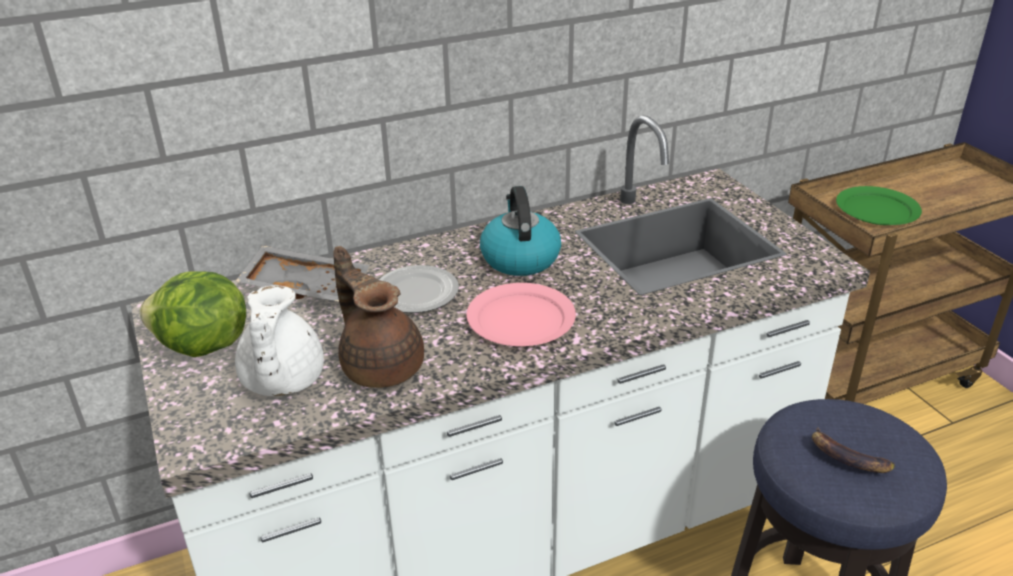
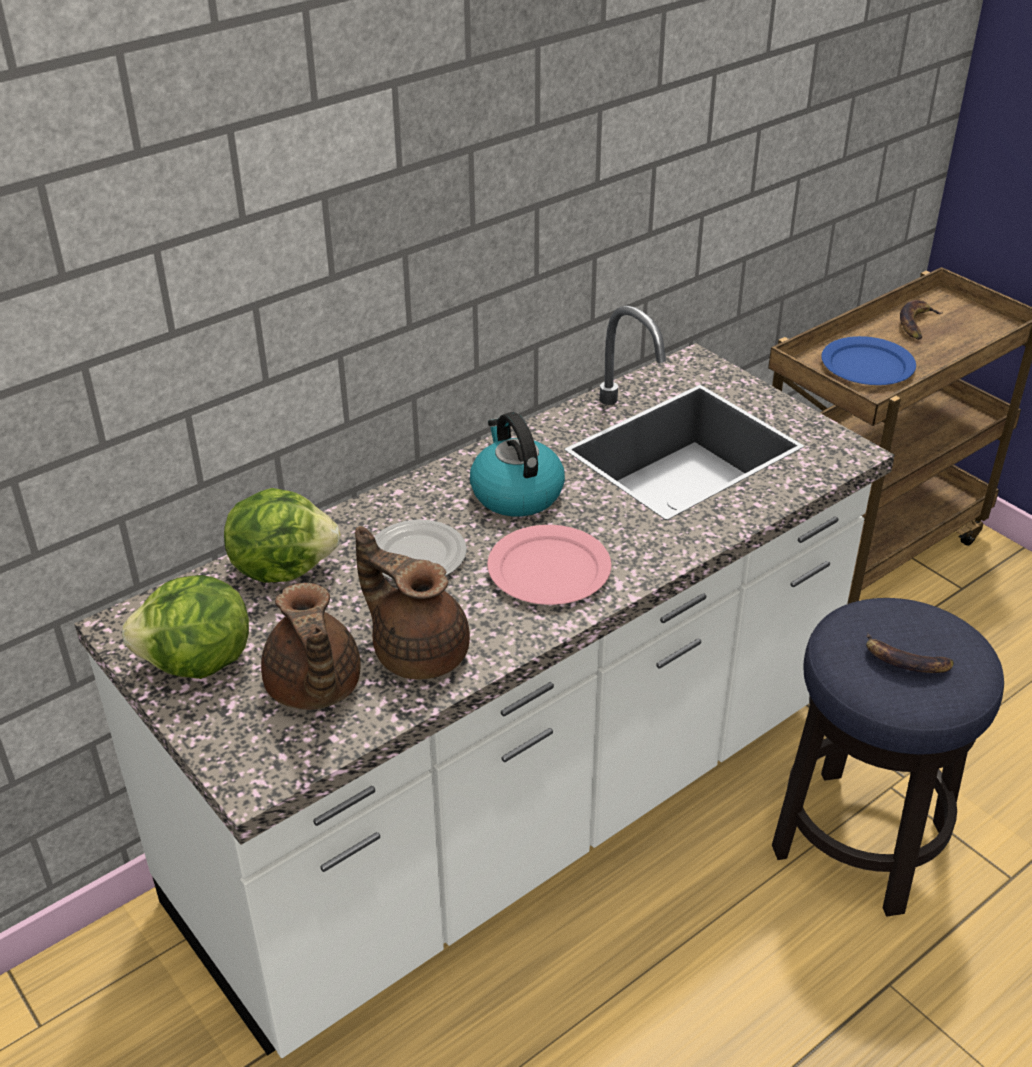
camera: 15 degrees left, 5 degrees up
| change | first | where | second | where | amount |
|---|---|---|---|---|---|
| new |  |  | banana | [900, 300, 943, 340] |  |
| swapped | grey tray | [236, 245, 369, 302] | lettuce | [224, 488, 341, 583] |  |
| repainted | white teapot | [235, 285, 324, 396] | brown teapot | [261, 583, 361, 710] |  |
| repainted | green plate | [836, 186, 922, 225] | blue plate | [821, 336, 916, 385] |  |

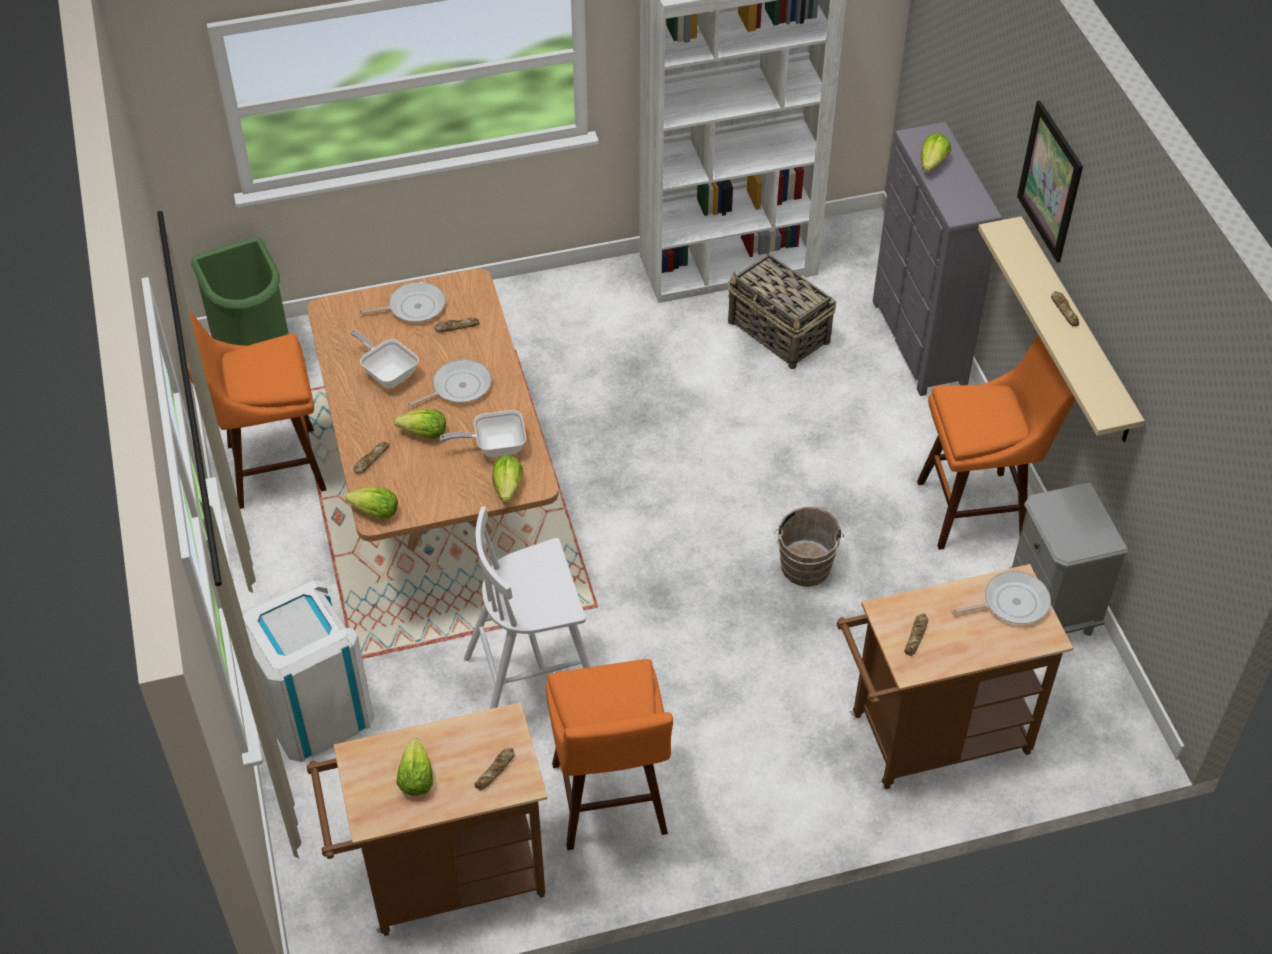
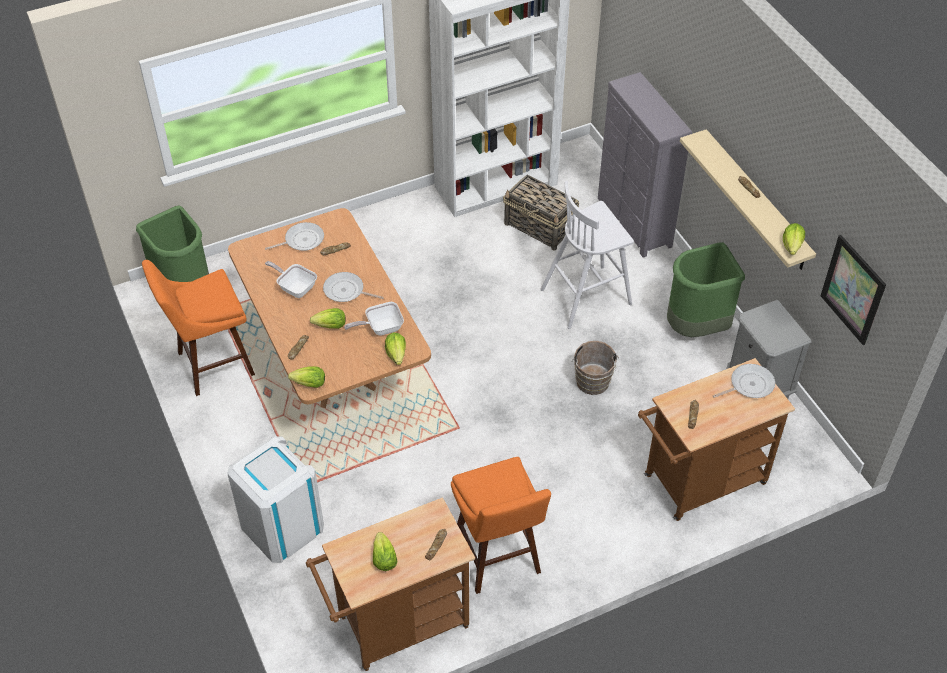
camera: 10 degrees left, 0 degrees up
| change | first | where | second | where | amount |
|---|---|---|---|---|---|
| shifted | white stool | [464, 507, 590, 709] |  | [540, 181, 634, 329] |  |
| shifted | lettuce | [920, 133, 951, 172] |  | [783, 223, 805, 255] |  |
| shifted | picture | [1017, 100, 1083, 263] |  | [821, 235, 886, 345] |  |
| swapped | orange stool | [917, 335, 1075, 550] | green trash can | [667, 242, 745, 337] |  |
| rotated | frying pan | [406, 359, 491, 407] |  | [323, 272, 384, 302] | 120 degrees counterclockwise |

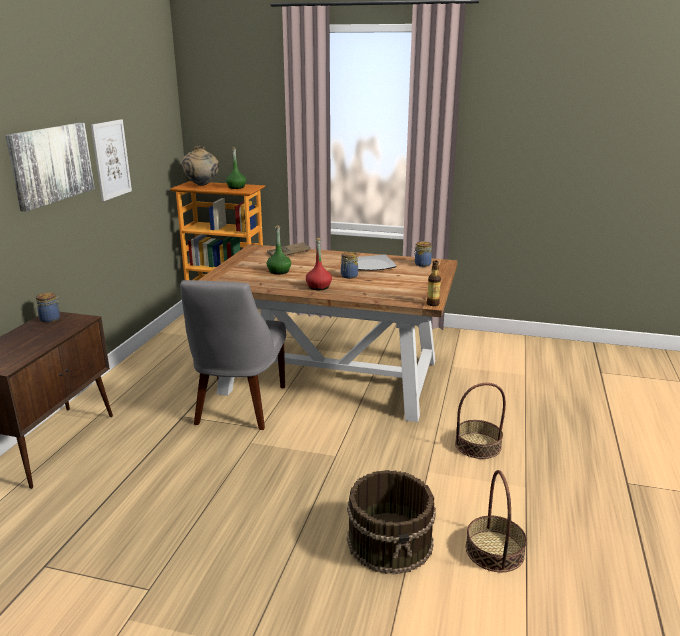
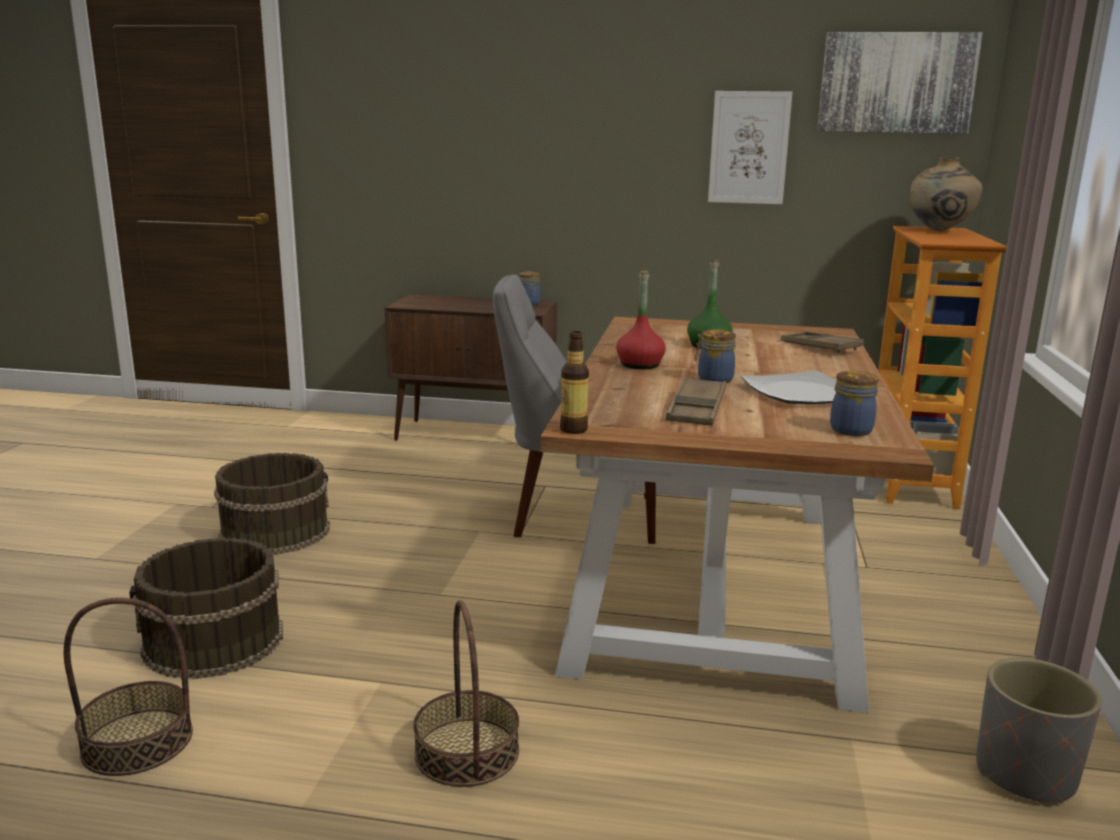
camera: 85 degrees right, 5 degrees down
| change | first | where | second | where | amount |
|---|---|---|---|---|---|
| gone | green bottle | [226, 148, 246, 189] |  |  |  |
| new |  |  | brown bucket | [214, 453, 330, 555] |  |
| new |  |  | brown tray | [666, 377, 726, 426] |  |
| new |  |  | grey planter | [976, 658, 1102, 806] |  |
| shifted | picture | [5, 123, 95, 212] |  | [817, 32, 983, 134] |  |

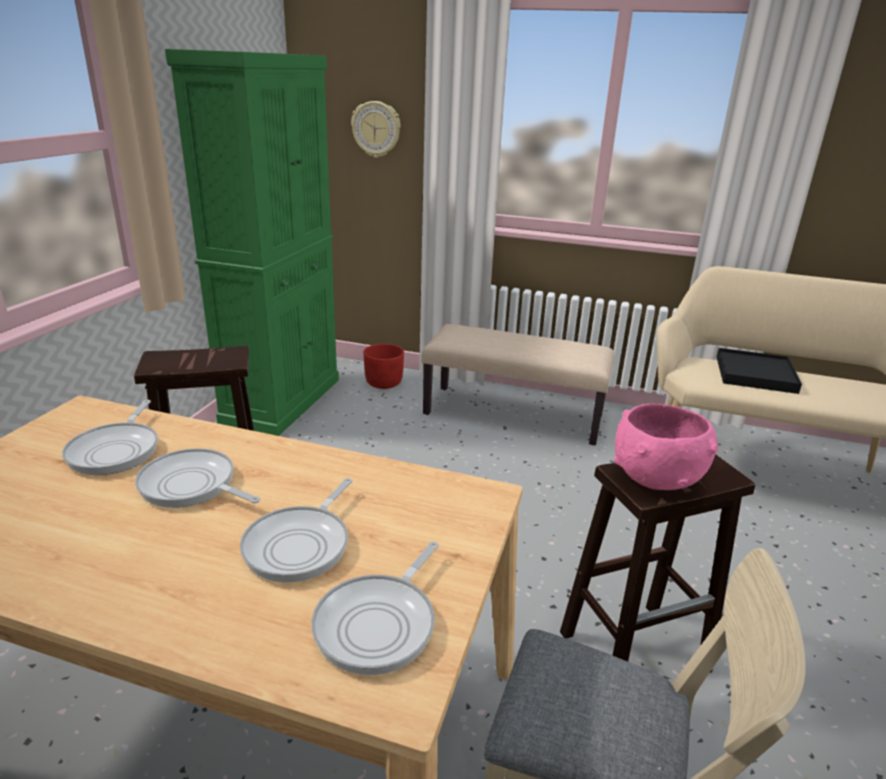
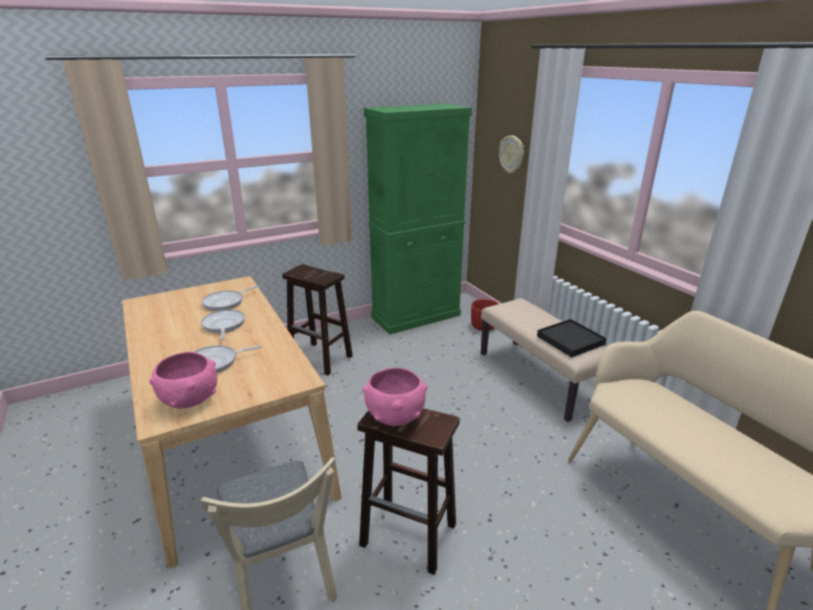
camera: 45 degrees right, 0 degrees up
| change | first | where | second | where | amount |
|---|---|---|---|---|---|
| shifted | black tray | [716, 348, 802, 394] |  | [537, 319, 607, 357] |  |
| swapped | frying pan | [311, 542, 439, 675] | pink bowl | [149, 352, 217, 409] |  |

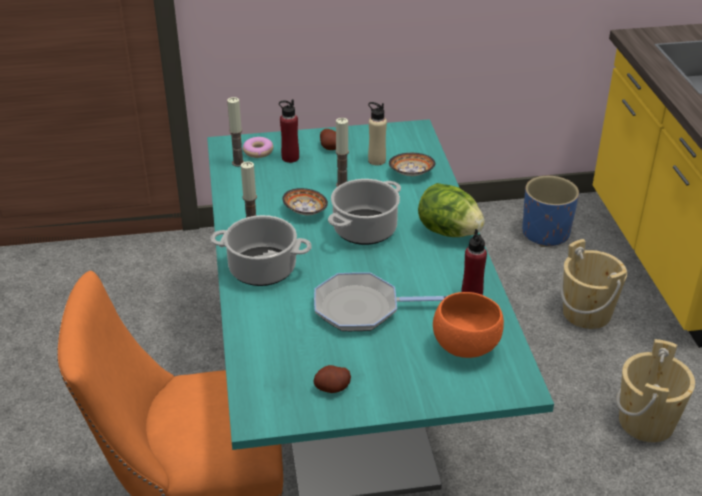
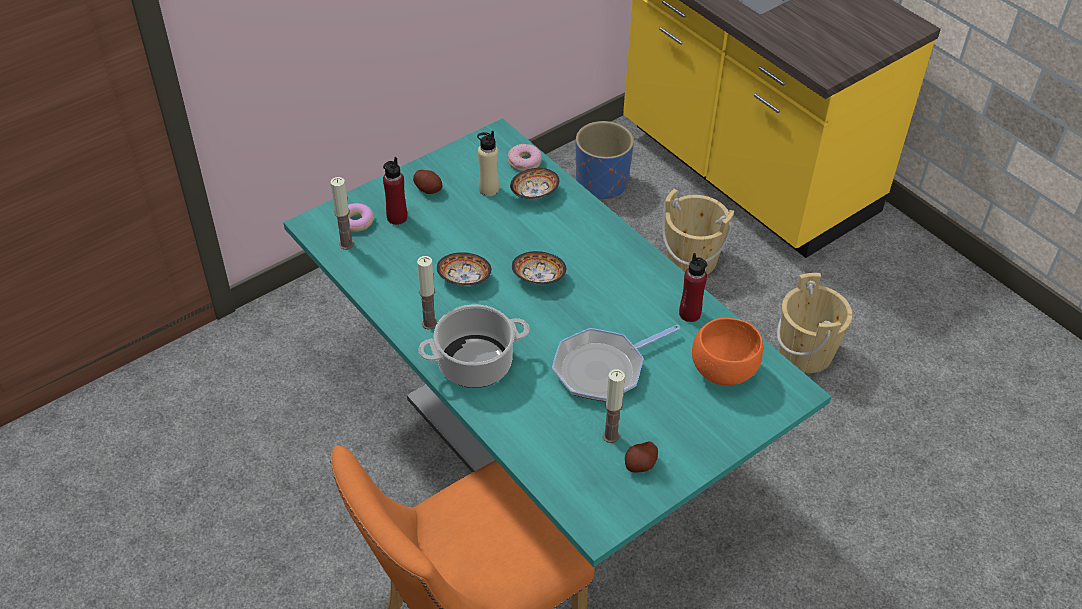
camera: 30 degrees left, 10 degrees up
| change | first | where | second | where | amount |
|---|---|---|---|---|---|
| gone | lettuce | [418, 183, 485, 237] |  |  |  |
| new |  |  | donut | [508, 144, 541, 171] |  |
| shifted | candle | [335, 118, 349, 187] |  | [603, 369, 625, 443] |  |
| swapped | cooking pot | [328, 179, 401, 245] | bowl | [512, 251, 567, 285] |  |

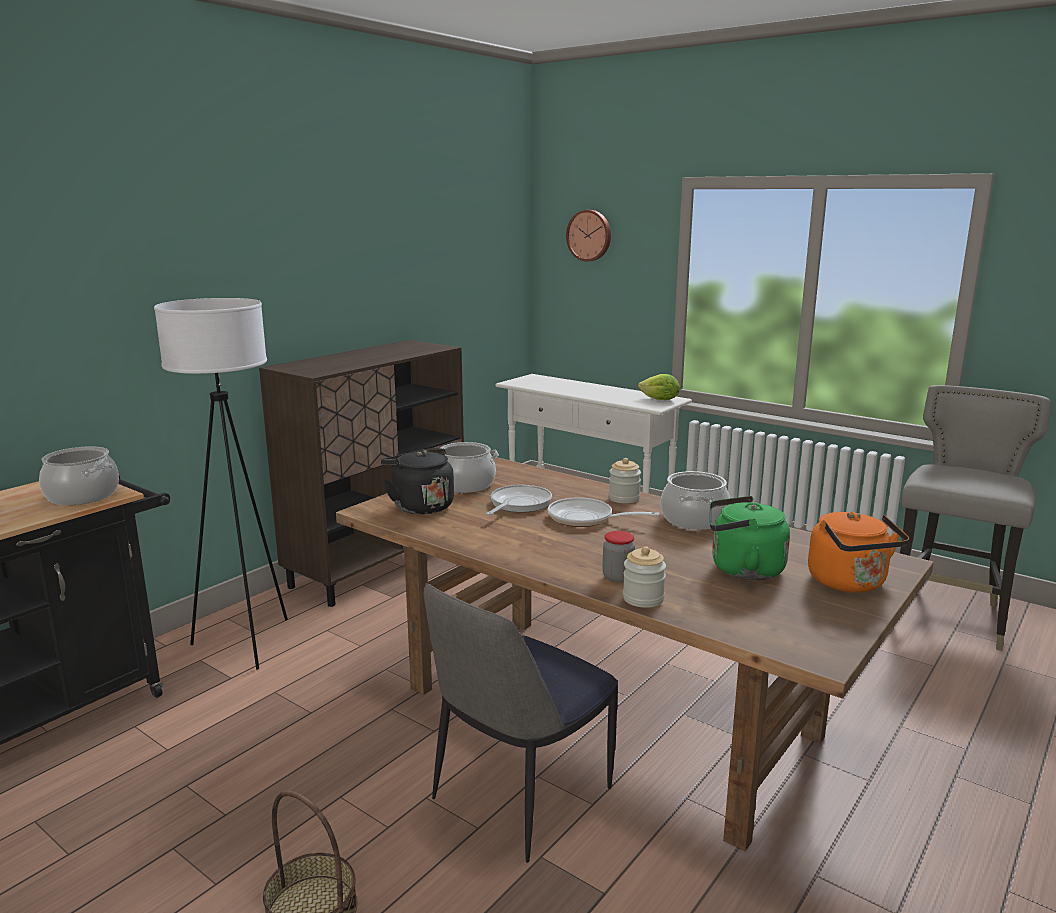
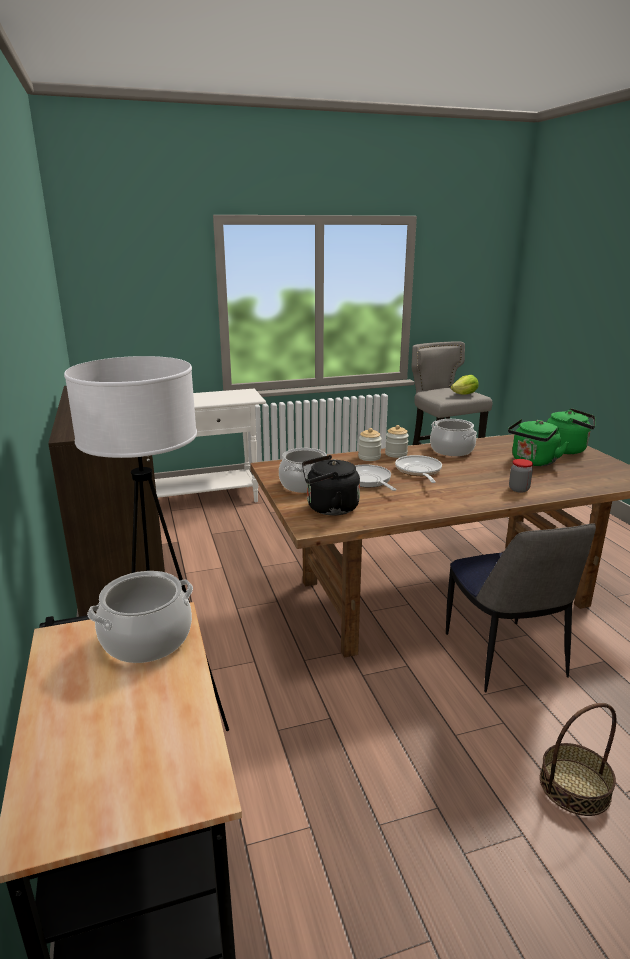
camera: 55 degrees left, 5 degrees up
| change | first | where | second | where | amount |
|---|---|---|---|---|---|
| gone | wall clock | [566, 210, 611, 261] |  |  |  |
| shifted | jar | [623, 546, 666, 608] |  | [358, 428, 382, 461] |  |
| shifted | lettuce | [638, 374, 680, 400] |  | [451, 375, 479, 395] |  |
| repainted | orange kettle | [808, 512, 909, 593] | green kettle | [547, 408, 596, 454] |  |
| rotated | frying pan | [548, 497, 660, 527] |  | [395, 455, 442, 483] | 120 degrees clockwise |

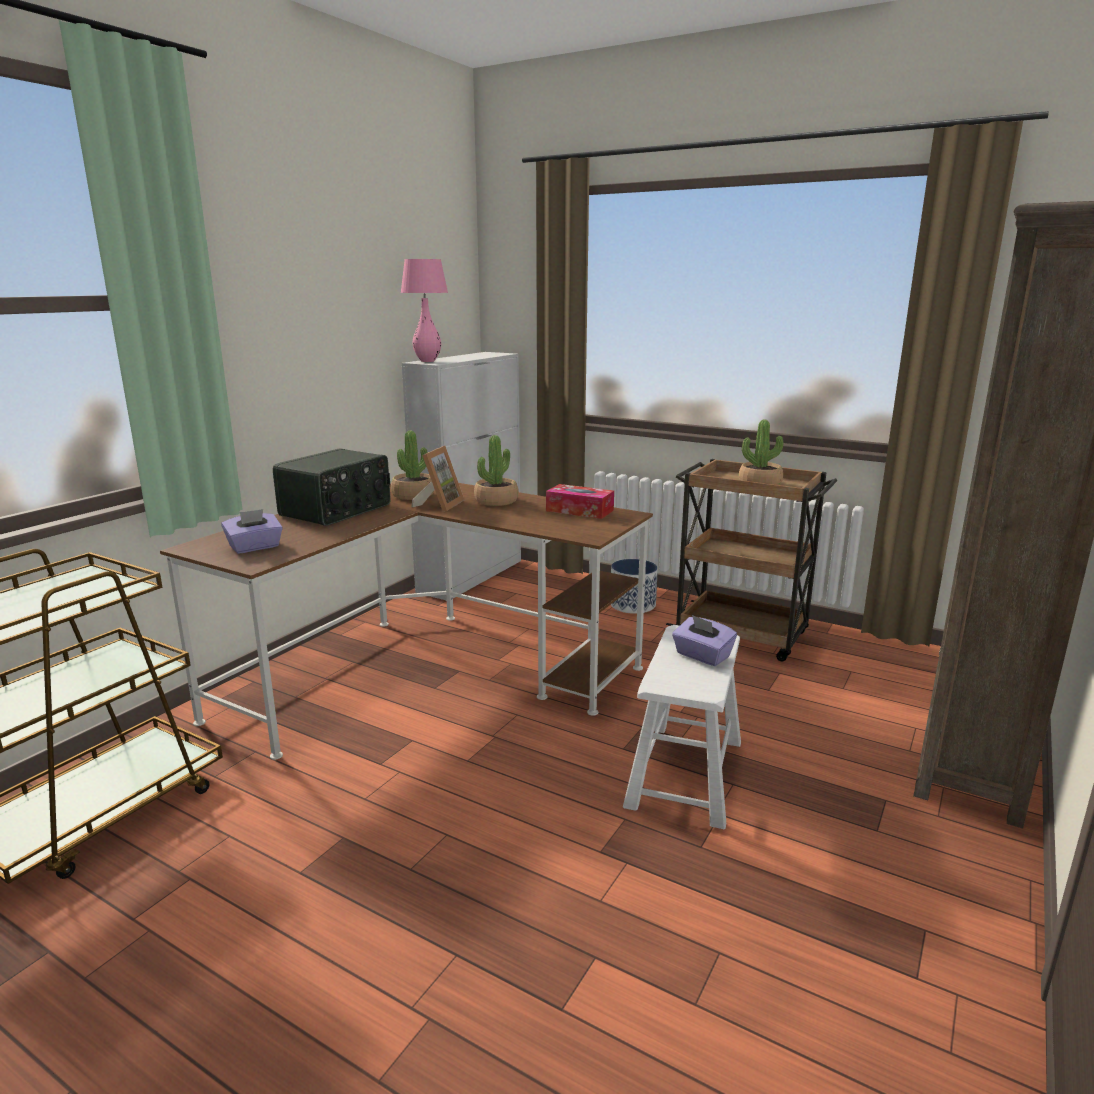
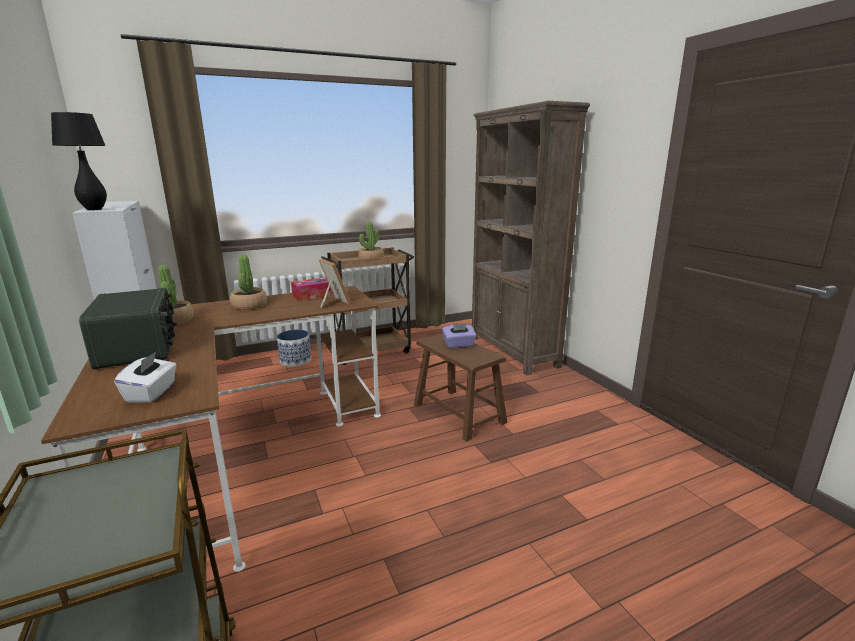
camera: 55 degrees left, 0 degrees up
| change | first | where | second | where | amount |
|---|---|---|---|---|---|
| shifted | picture frame | [412, 446, 464, 512] |  | [319, 259, 351, 308] |  |
| repainted | purple tissue box | [221, 509, 283, 554] | white tissue box | [114, 352, 177, 403] |  |
| repainted | pink table lamp | [401, 259, 448, 362] | black table lamp | [51, 112, 107, 210] |  |
| repainted | white stool | [623, 625, 741, 829] | brown stool | [414, 333, 508, 442] |  |

